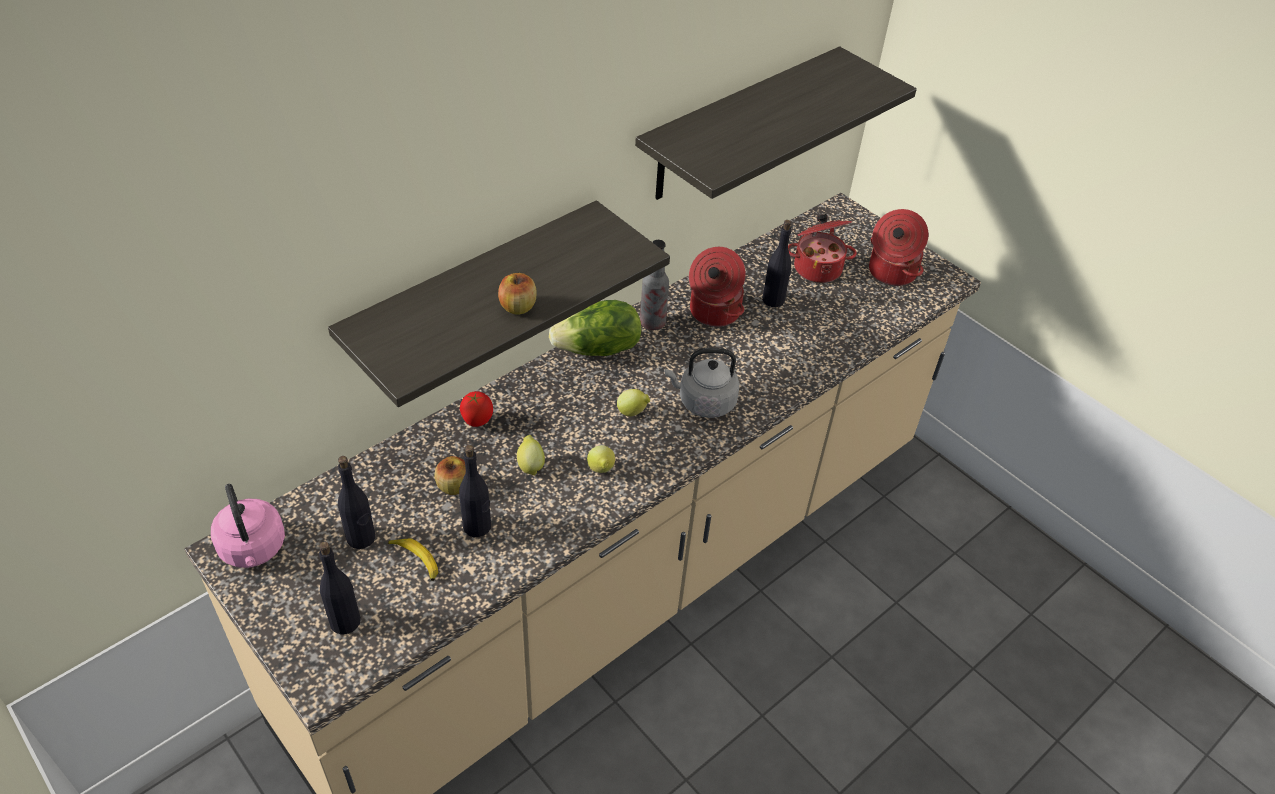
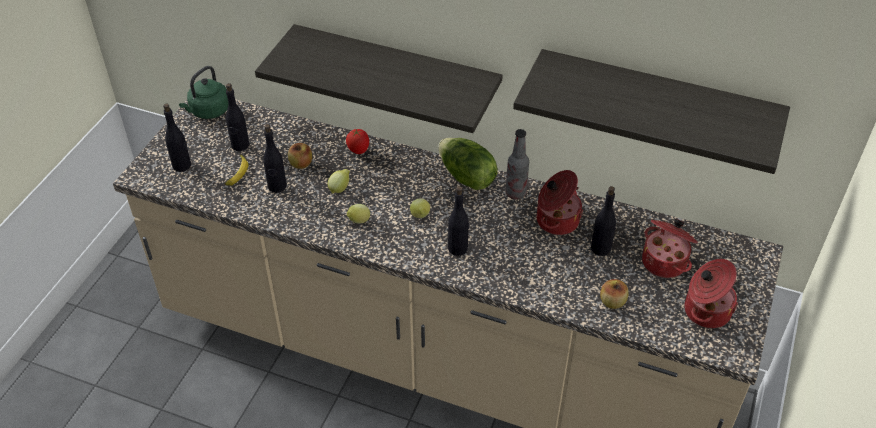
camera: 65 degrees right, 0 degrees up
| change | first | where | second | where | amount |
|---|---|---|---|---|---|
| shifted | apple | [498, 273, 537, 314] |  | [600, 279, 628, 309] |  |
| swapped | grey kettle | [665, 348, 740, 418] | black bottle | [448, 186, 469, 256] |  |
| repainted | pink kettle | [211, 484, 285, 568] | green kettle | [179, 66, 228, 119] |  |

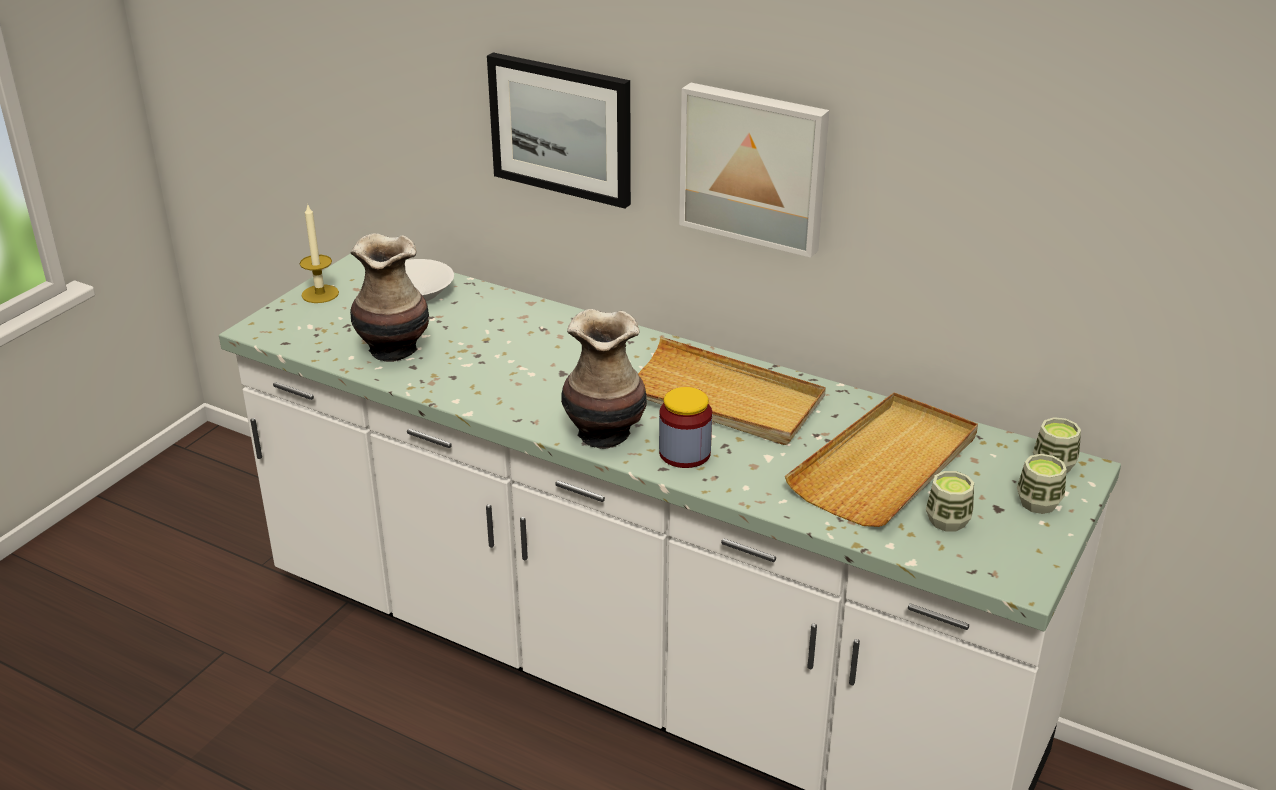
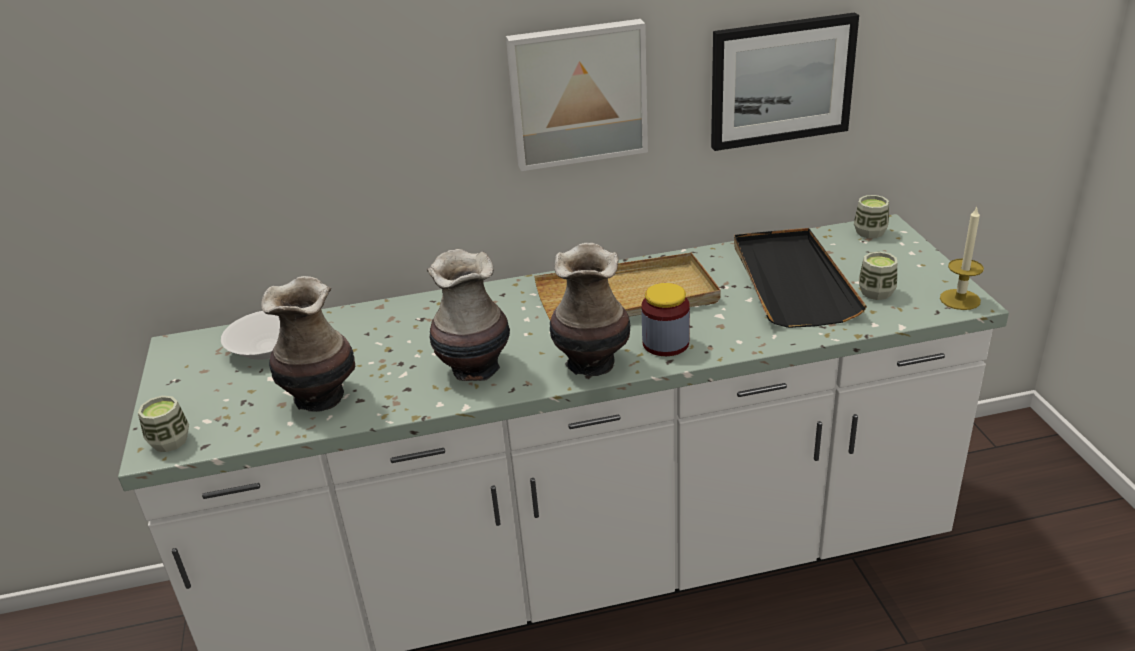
camera: 40 degrees left, 0 degrees up
| change | first | where | second | where | amount |
|---|---|---|---|---|---|
| new |  |  | vase | [427, 249, 510, 381] |  |
| shifted | candle | [300, 203, 339, 303] |  | [940, 206, 984, 310] |  |
| shifted | picture | [487, 52, 631, 209] |  | [711, 12, 859, 151] |  |
| shifted | cup | [1017, 454, 1067, 514] |  | [138, 396, 189, 452] |  |
| repainted | beige tray | [785, 392, 978, 527] | black tray | [734, 228, 867, 328] |  |

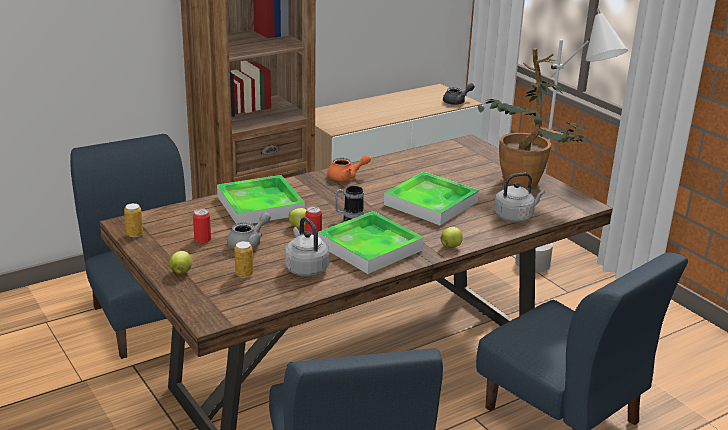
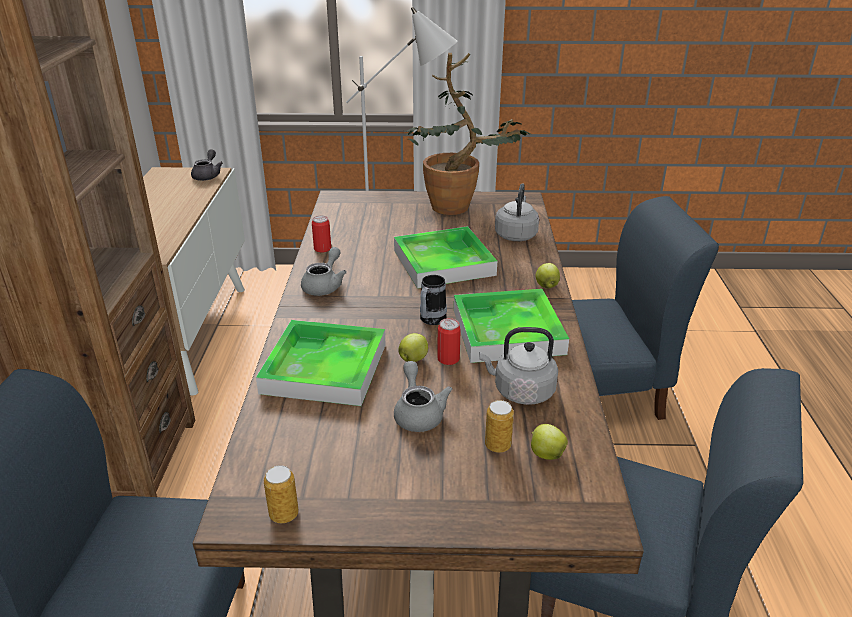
camera: 55 degrees left, 5 degrees up
| change | first | where | second | where | amount |
|---|---|---|---|---|---|
| shifted | apple | [170, 251, 192, 274] |  | [531, 424, 568, 460] |  |
| shifted | can | [193, 208, 211, 243] |  | [312, 215, 331, 253] |  |
| repainted | orange teapot | [327, 154, 371, 181] | grey teapot | [301, 247, 347, 296] |  |

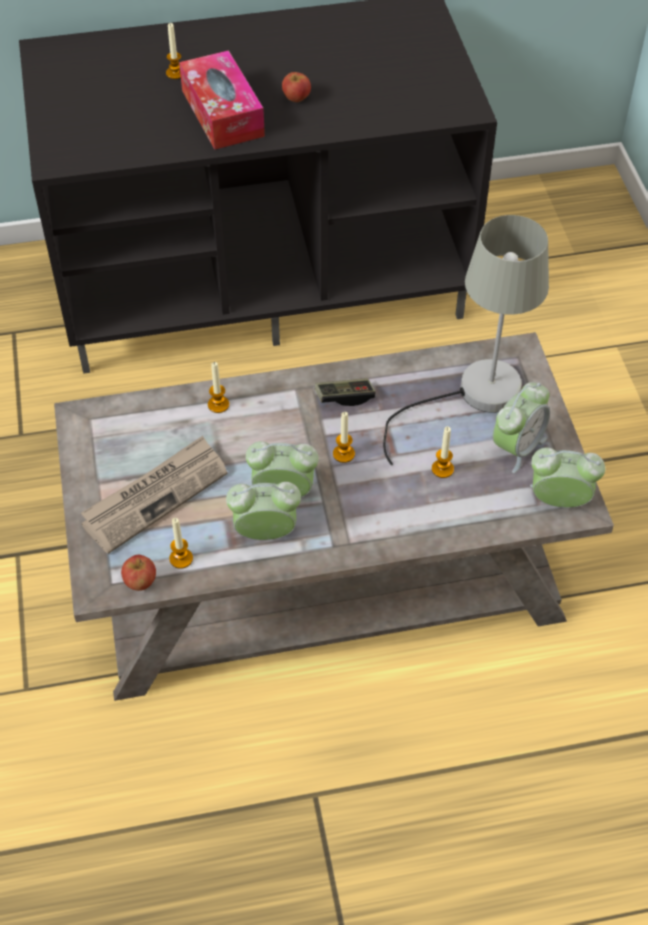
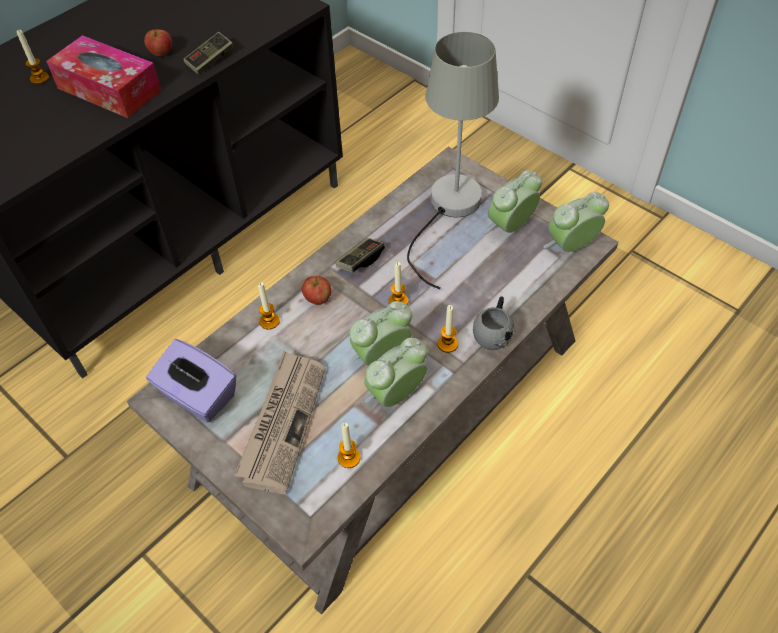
camera: 35 degrees left, 0 degrees up
| change | first | where | second | where | amount |
|---|---|---|---|---|---|
| new |  |  | purple tissue box | [146, 339, 236, 422] |  |
| new |  |  | game controller | [183, 32, 233, 75] |  |
| new |  |  | grey mug | [473, 296, 514, 350] |  |
| shifted | apple | [121, 555, 156, 591] |  | [302, 276, 331, 305] |  |
| shifted | candle | [432, 426, 454, 478] |  | [437, 305, 458, 353] |  |
| rotated | alarm clock | [493, 382, 550, 473] |  | [485, 170, 542, 233] | 135 degrees counterclockwise |

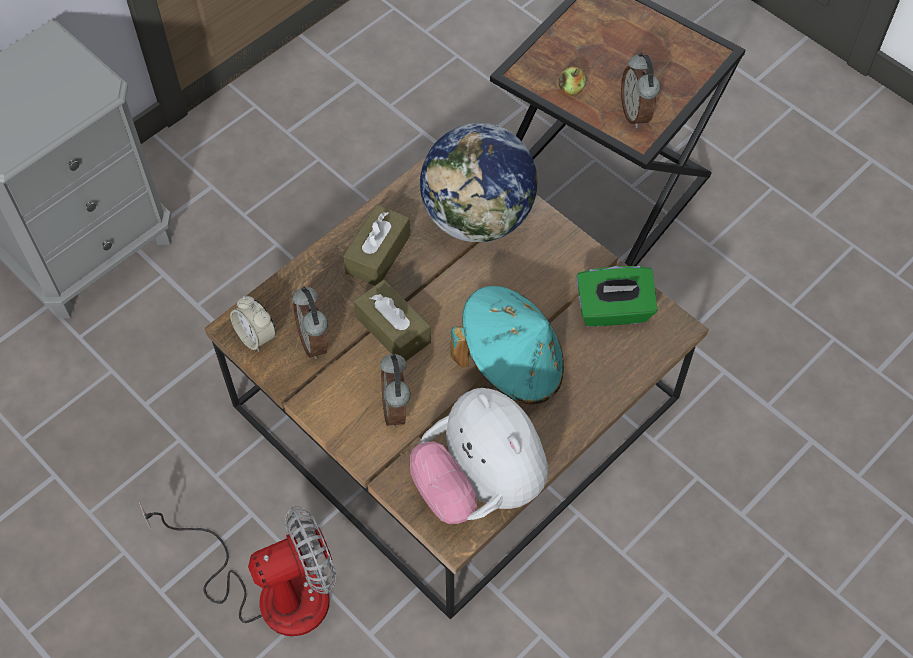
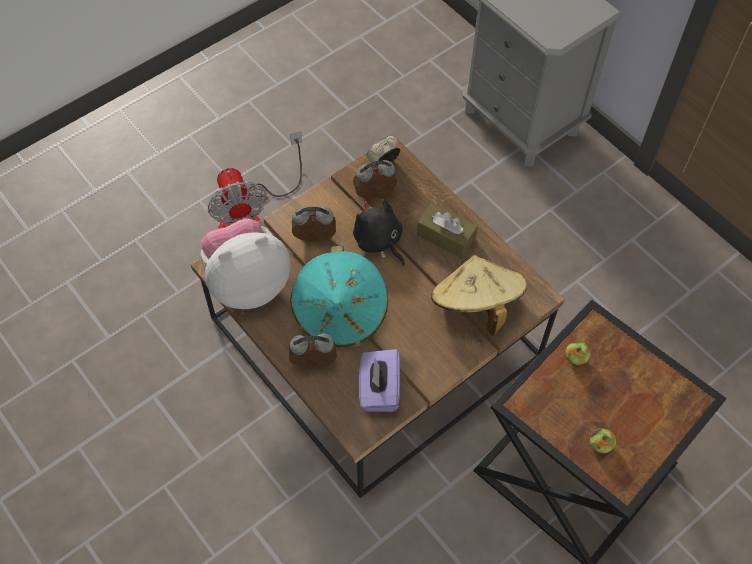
camera: 95 degrees right, 0 degrees up
| change | first | where | second | where | amount |
|---|---|---|---|---|---|
| new |  |  | apple | [590, 429, 616, 453] |  |
| shifted | alarm clock | [621, 53, 660, 128] |  | [289, 333, 337, 367] |  |
| swapped | brown tissue box | [354, 280, 431, 361] | black plush toy | [353, 199, 405, 266] |  |
| swapped | globe | [420, 123, 538, 242] | beige hat | [431, 255, 527, 336] |  |
| repainted | green tissue box | [576, 266, 657, 327] | purple tissue box | [359, 349, 400, 412] |  |

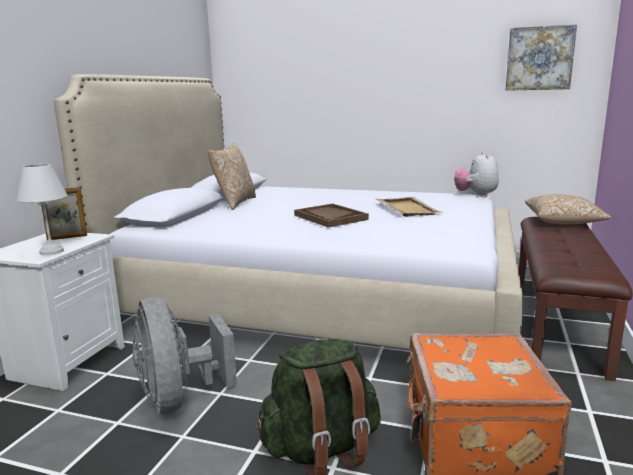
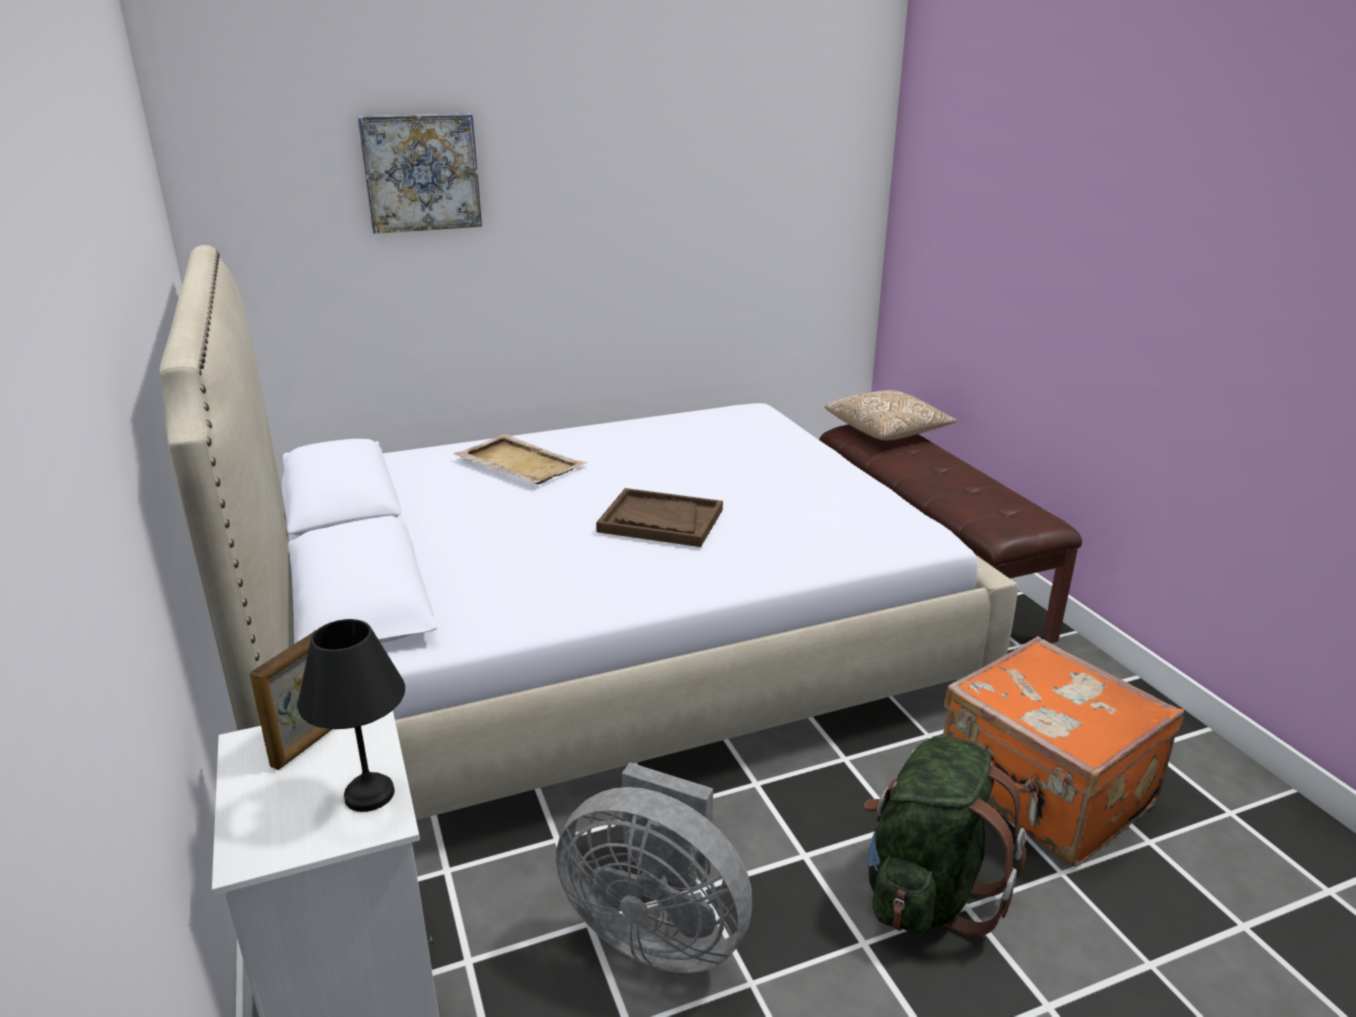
camera: 40 degrees left, 10 degrees up
| change | first | where | second | where | amount |
|---|---|---|---|---|---|
| gone | pillow | [208, 143, 256, 210] |  |  |  |
| gone | plush toy | [454, 152, 499, 197] |  |  |  |
| shifted | beige tray | [376, 197, 444, 217] |  | [453, 434, 587, 484] |  |
| shifted | picture | [506, 24, 577, 91] |  | [357, 113, 482, 234] |  |
| repainted | white table lamp | [16, 164, 68, 255] | black table lamp | [297, 619, 405, 812] |  |

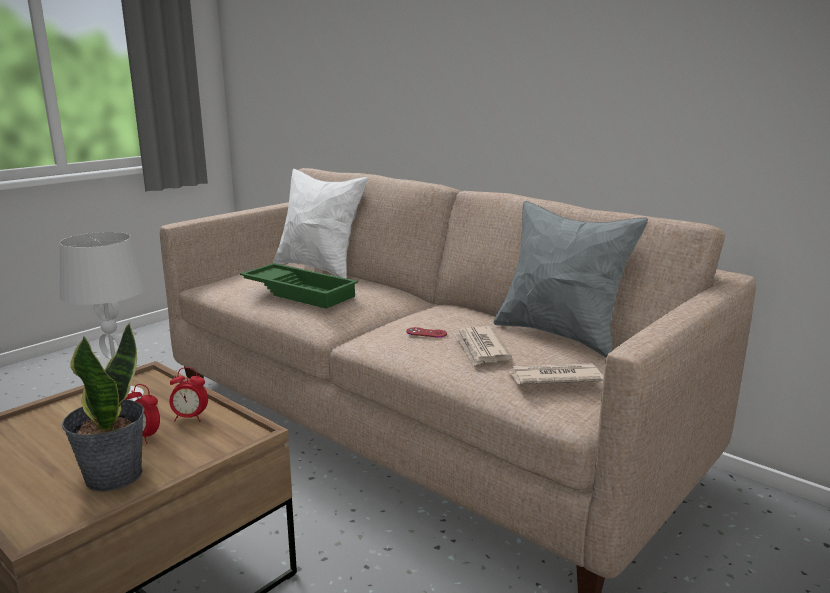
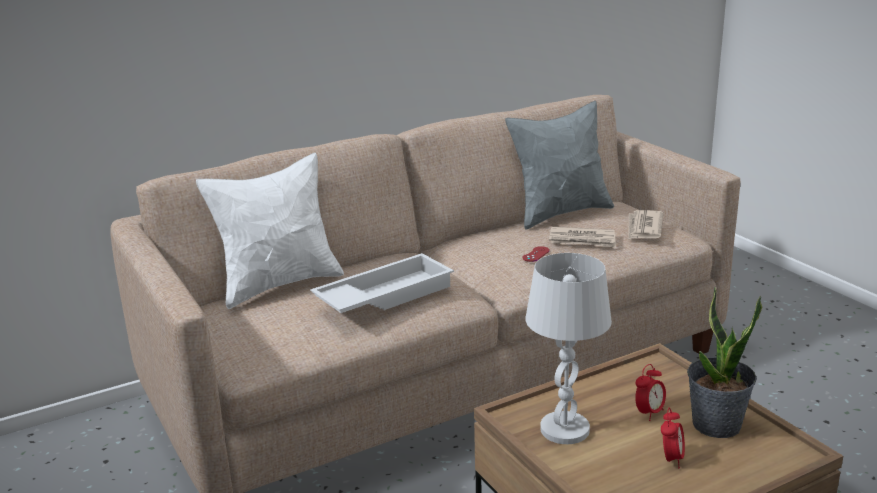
camera: 70 degrees left, 5 degrees up
| change | first | where | second | where | amount |
|---|---|---|---|---|---|
| shifted | alarm clock | [170, 367, 208, 422] |  | [661, 407, 685, 468] |  |
| repainted | green tray | [240, 263, 358, 309] | white tray | [310, 253, 454, 313] |  |

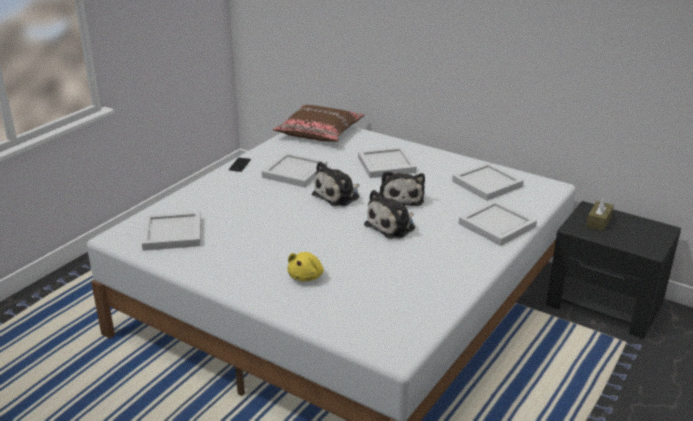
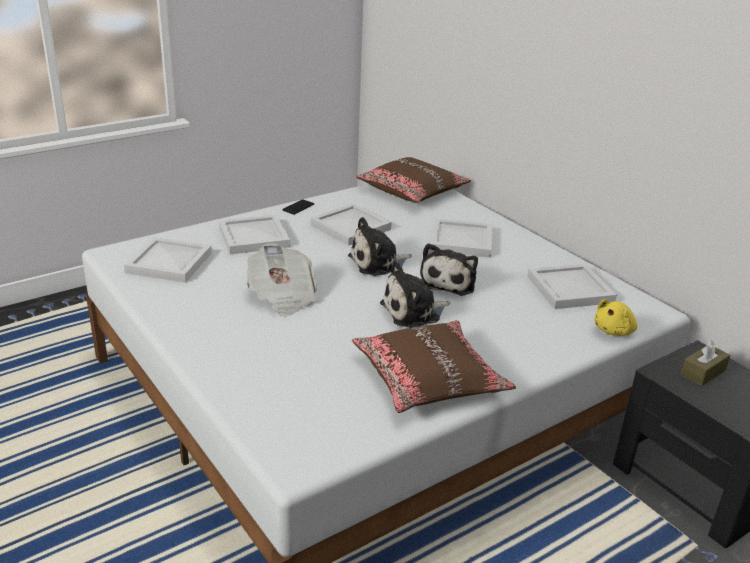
camera: 20 degrees right, 0 degrees up
| change | first | where | second | where | amount |
|---|---|---|---|---|---|
| new |  |  | newspaper | [247, 243, 318, 317] |  |
| new |  |  | brown pillow | [352, 320, 516, 413] |  |
| shifted | yellow plush toy | [287, 252, 324, 281] |  | [594, 299, 638, 336] |  |
| shifted | white tray | [459, 200, 537, 246] |  | [219, 215, 290, 254] |  |

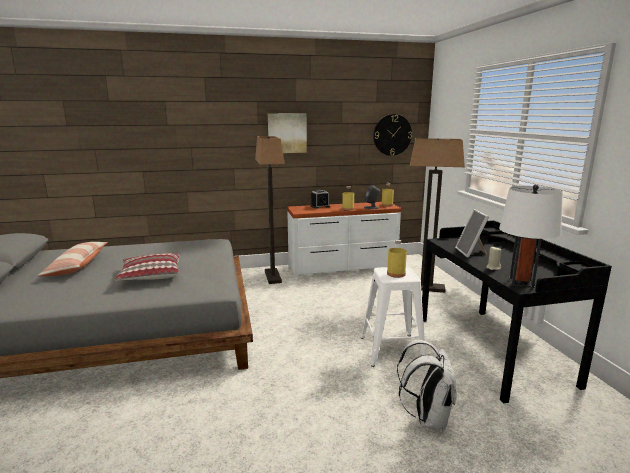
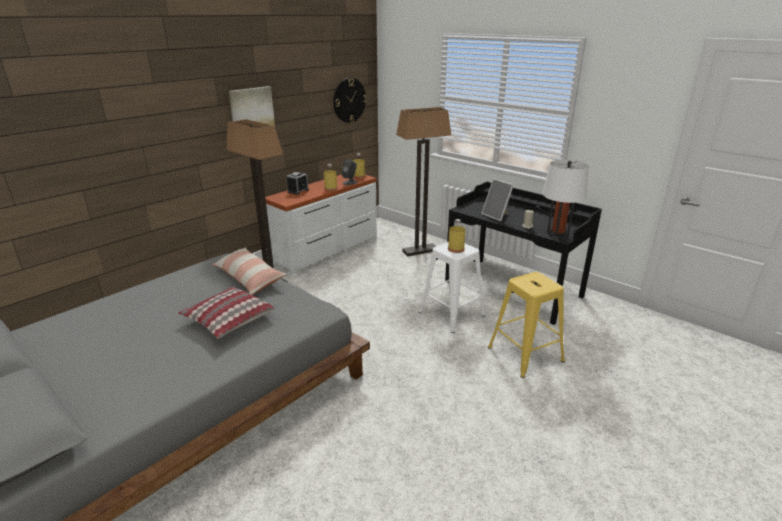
camera: 35 degrees left, 10 degrees up
| change | first | where | second | where | amount |
|---|---|---|---|---|---|
| shifted | pillow | [37, 242, 108, 276] |  | [212, 247, 287, 295] |  |
| swapped | white backpack | [397, 340, 457, 430] | yellow stool | [488, 272, 565, 378] |  |

